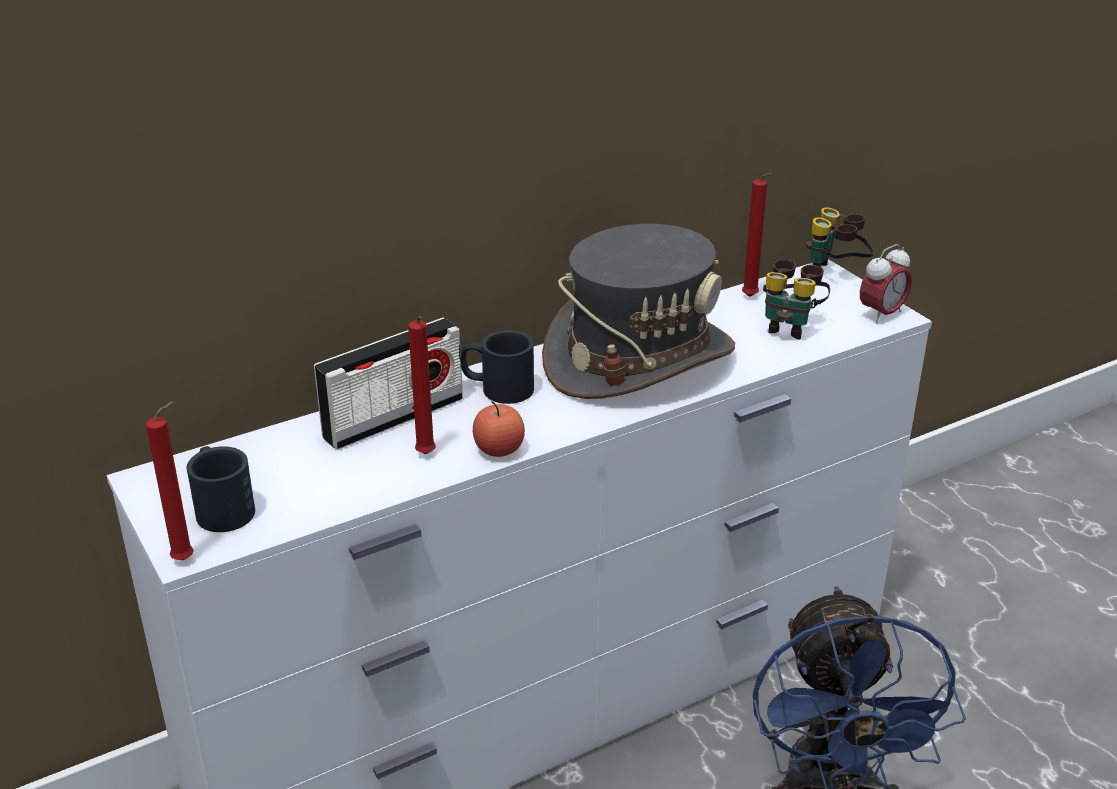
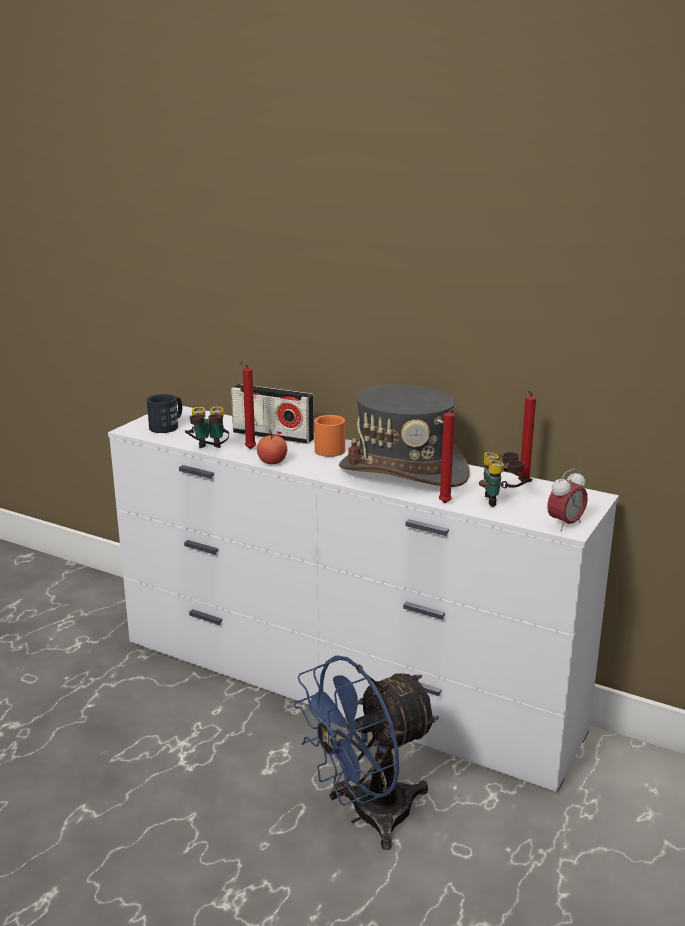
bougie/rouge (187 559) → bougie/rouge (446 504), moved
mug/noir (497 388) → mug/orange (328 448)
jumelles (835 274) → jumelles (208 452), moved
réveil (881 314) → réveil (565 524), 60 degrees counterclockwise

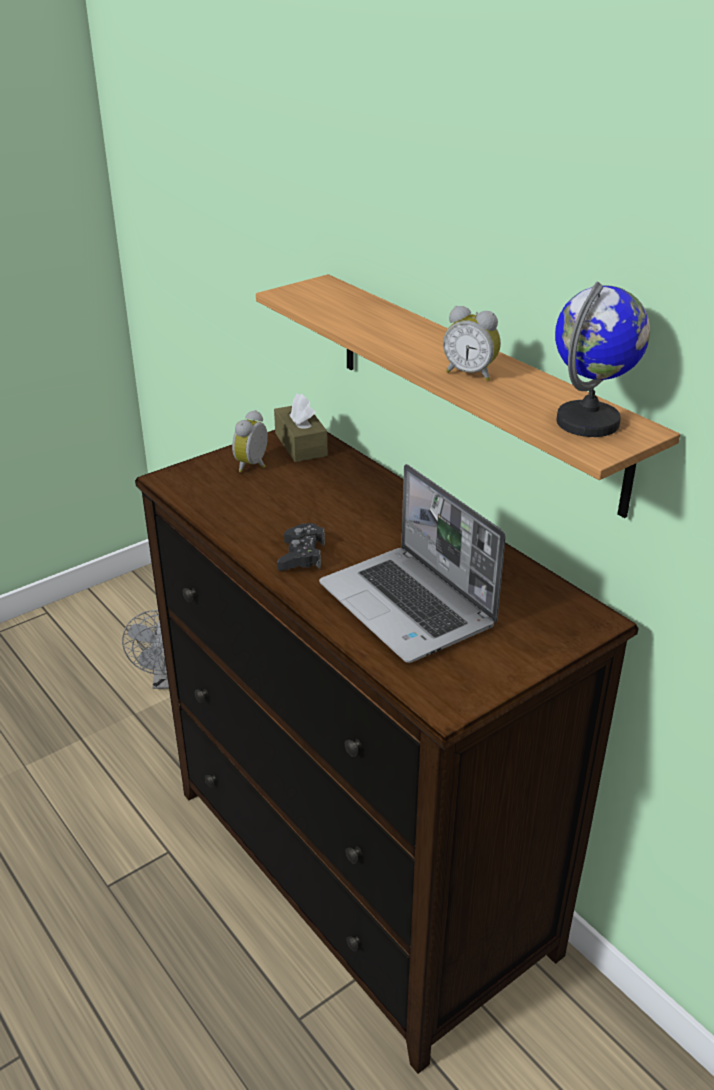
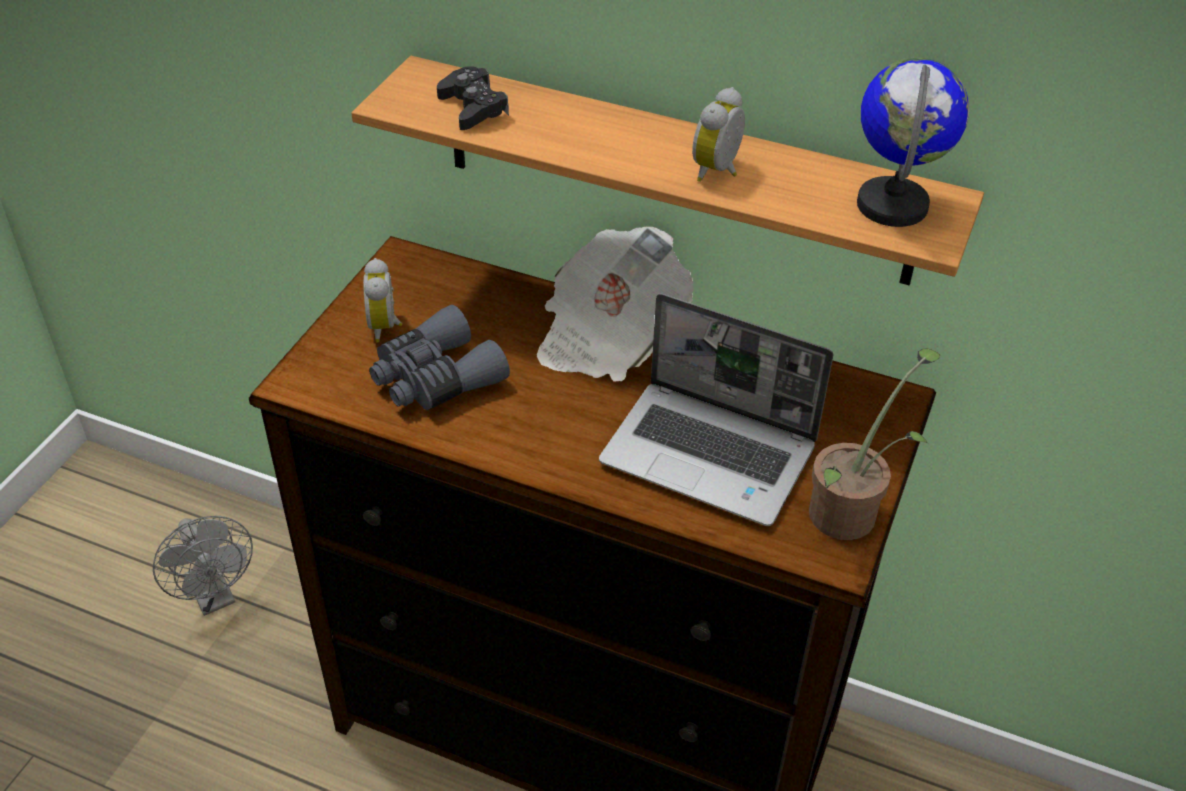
boîte à mouchoirs/marron (301 444) → -
manette/noir (301 555) → manette/noir (473 108), moved
réveil (470 373) → réveil (719 171), 120 degrees clockwise
- → jumelles/gris (435 378)
- → journal (608 336)
- → plante en pot (851 510)

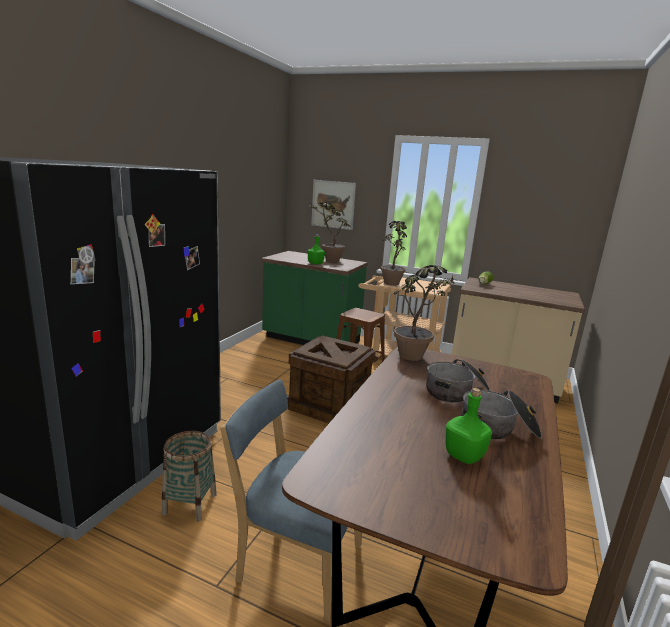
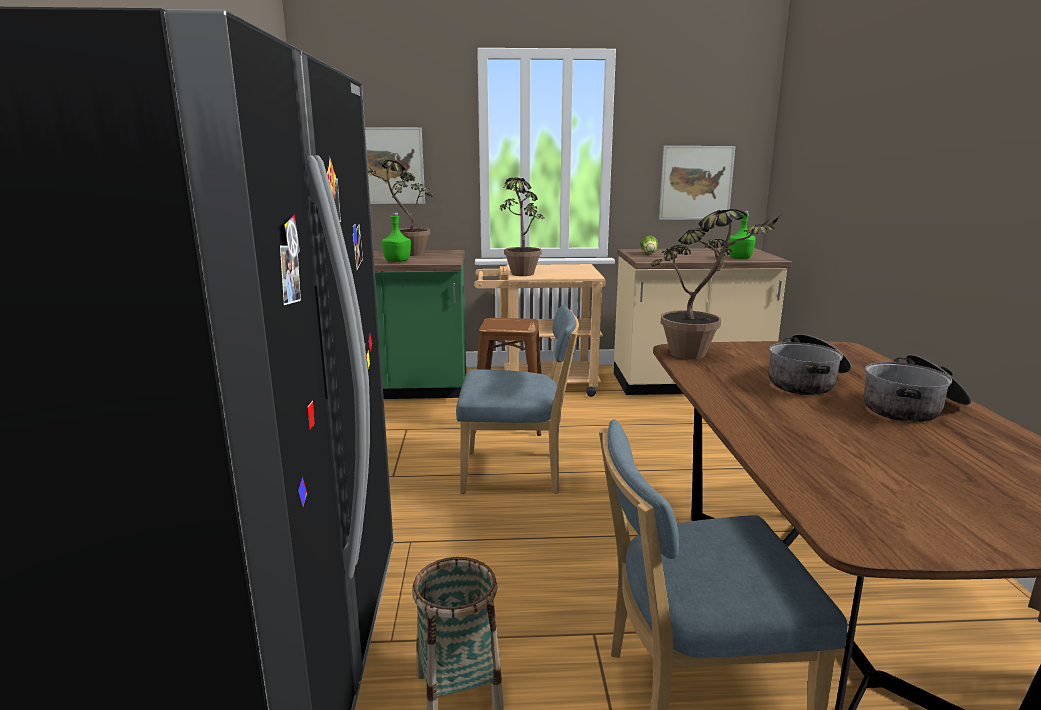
caisse (330 406) → chaise/bleu (517 473)
bouteille/vert (463 456) → bouteille/vert (740 258), moved
- → tableau (696 183)

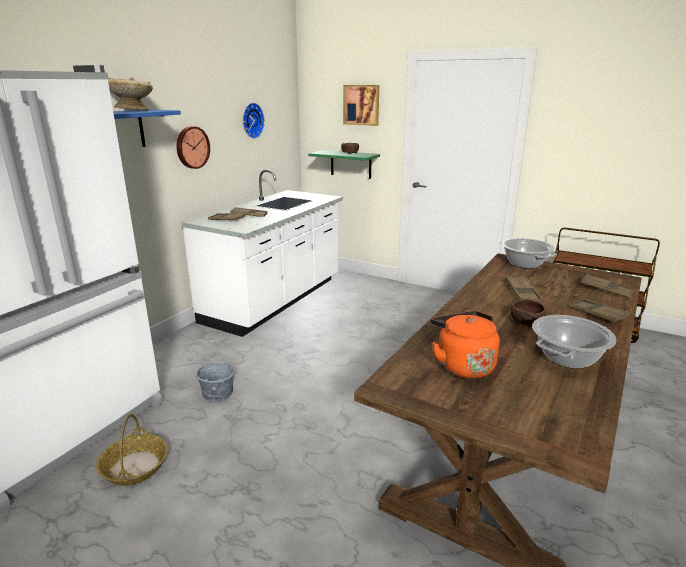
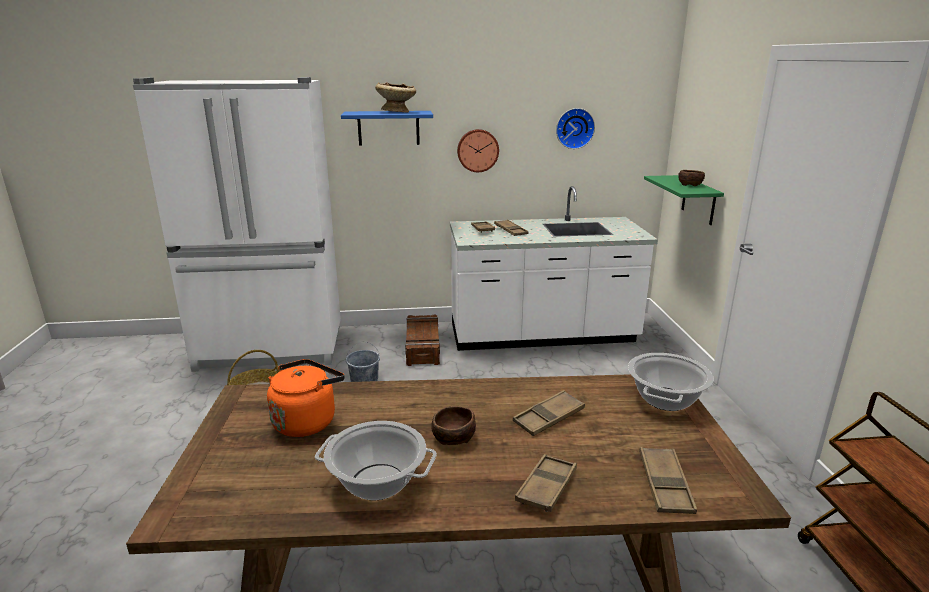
tableau (361 105) → -
- → caisse (423 346)

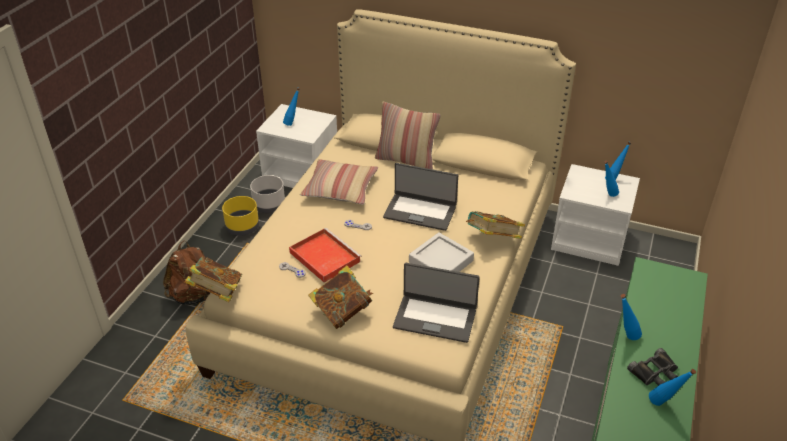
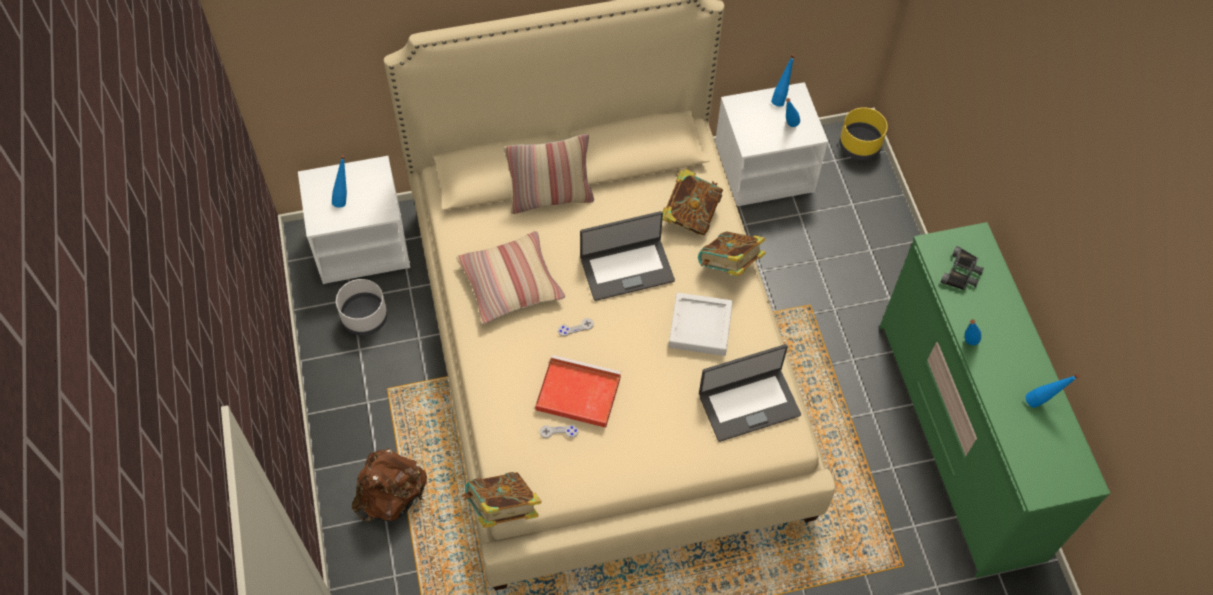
cache-pot/jaune (243 227) → cache-pot/jaune (860 145), moved
livre (342 312) → livre (690 215), moved
jumelles/noir (655 372) → jumelles/noir (962 273), moved

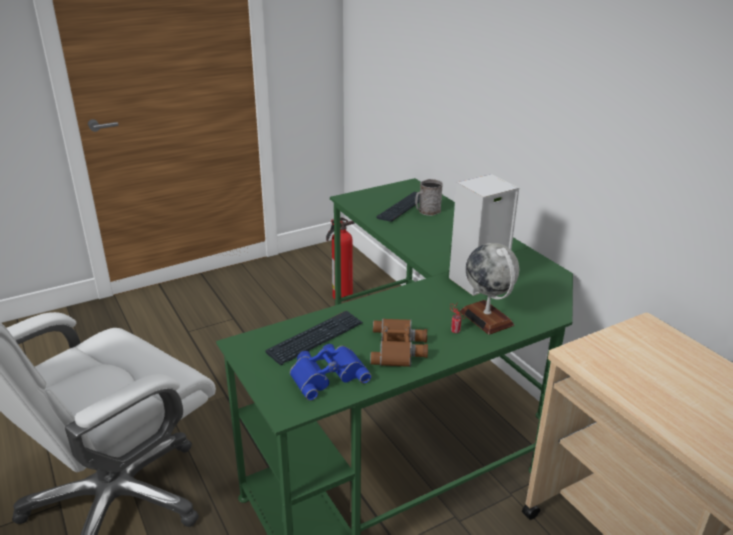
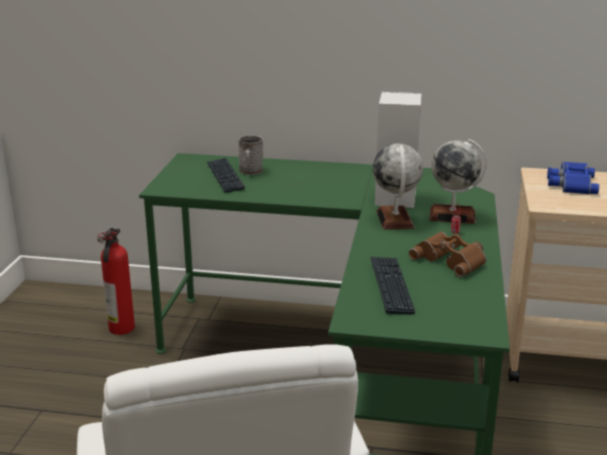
jumelles/bleu (327 374) → jumelles/bleu (570 184), moved
- → globe (395 219)

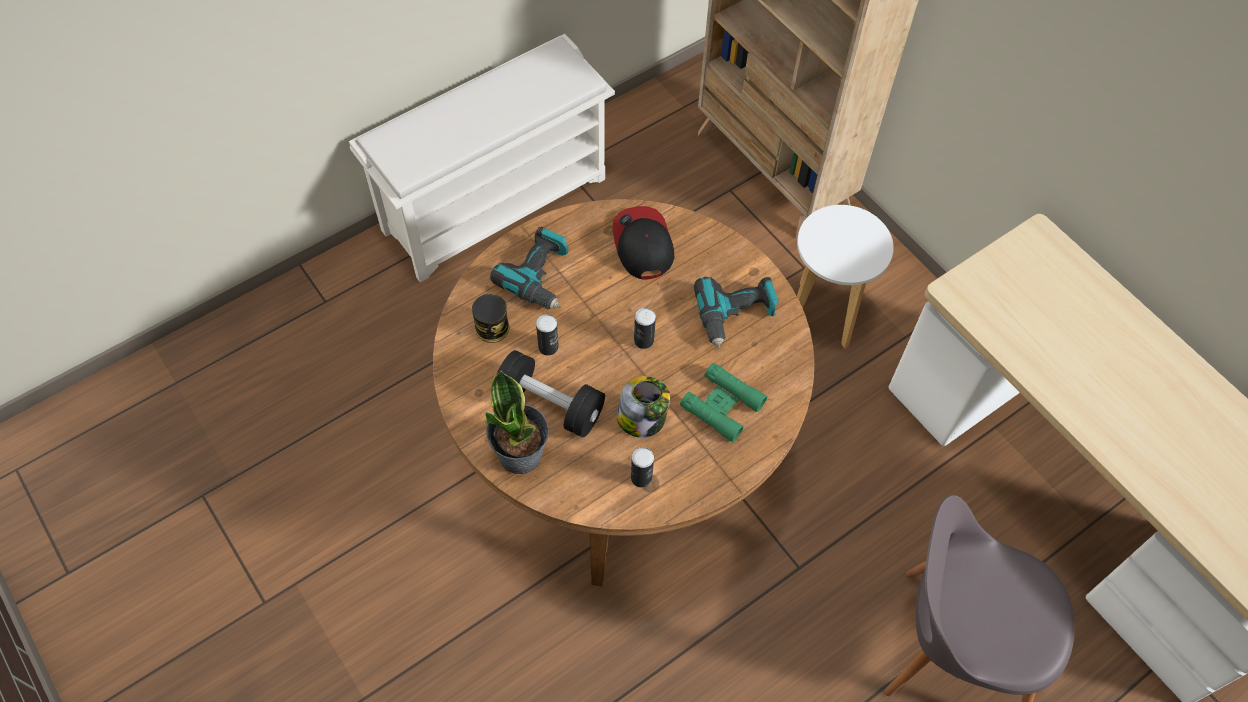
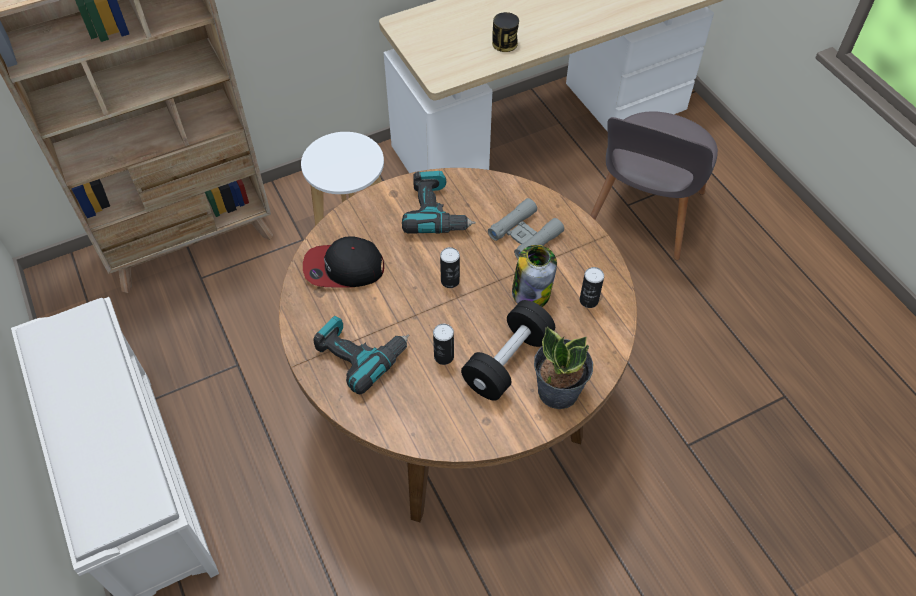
boîte métallique (492 328) → boîte métallique (504 43), moved
jumelles/vert (722 405) → jumelles/gris (525 235)

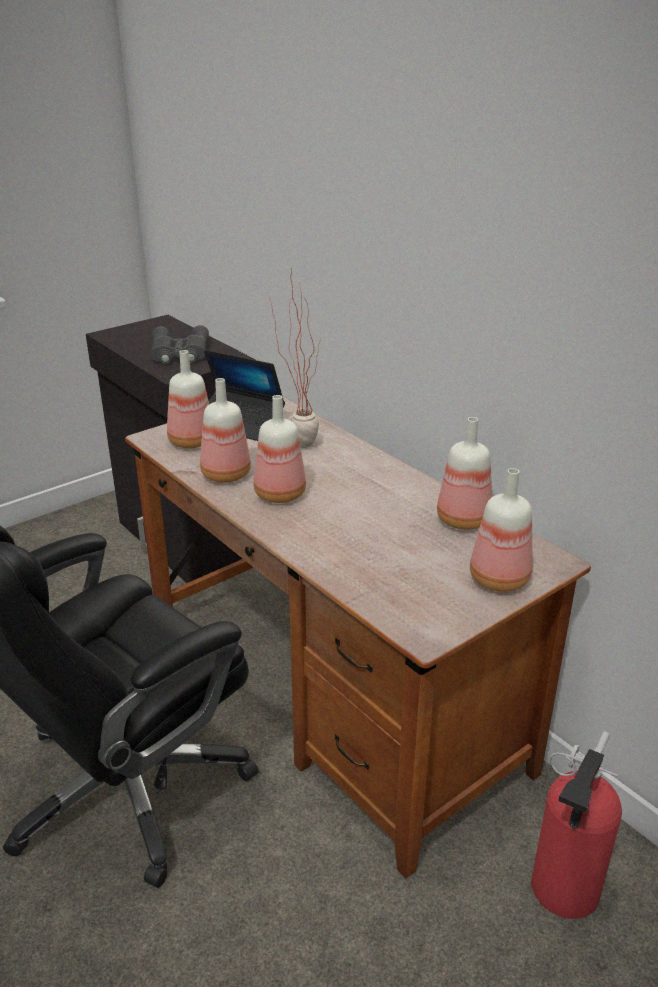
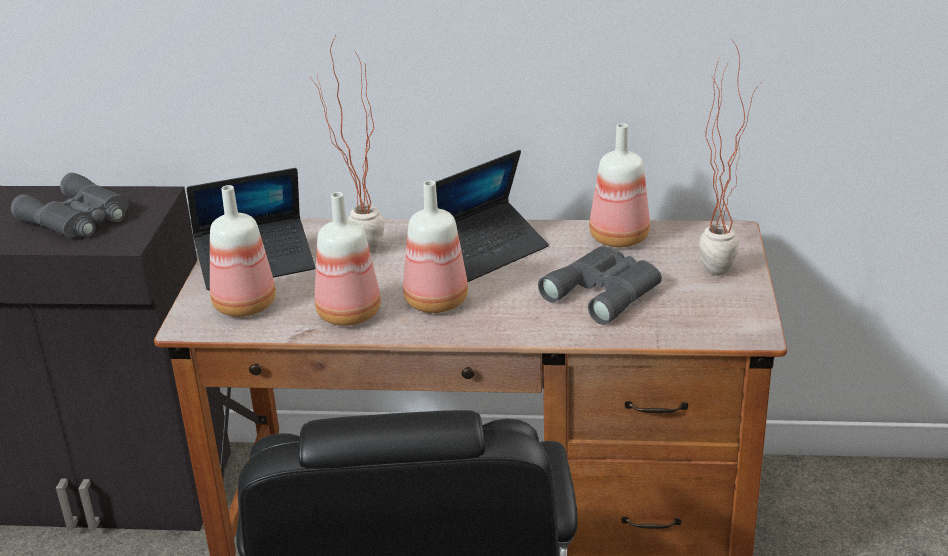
bouteille (497 579) → plante en pot (721 266)
extincteur (562 894) → -
- → ordinateur portable (486 251)
- → jumelles/gris (606 291)

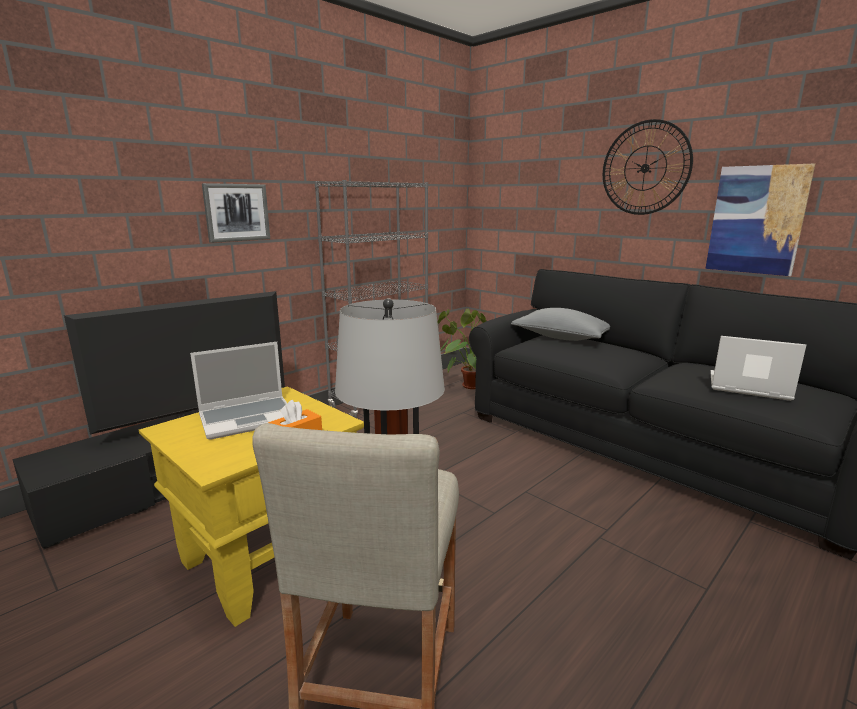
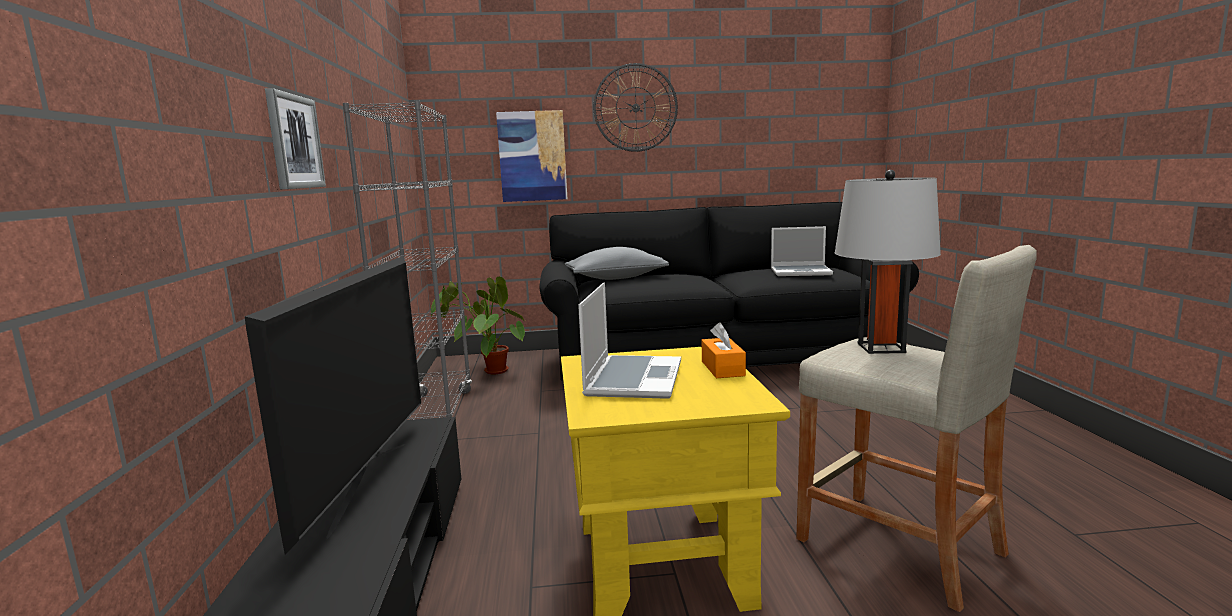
tableau (756 220) → tableau (532 156), moved
ordinateur portable (747 387) → ordinateur portable (801 272), 150 degrees counterclockwise

